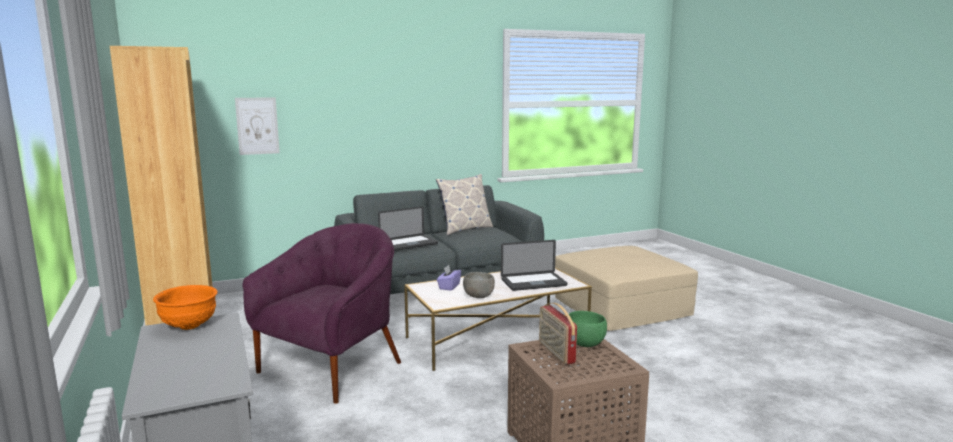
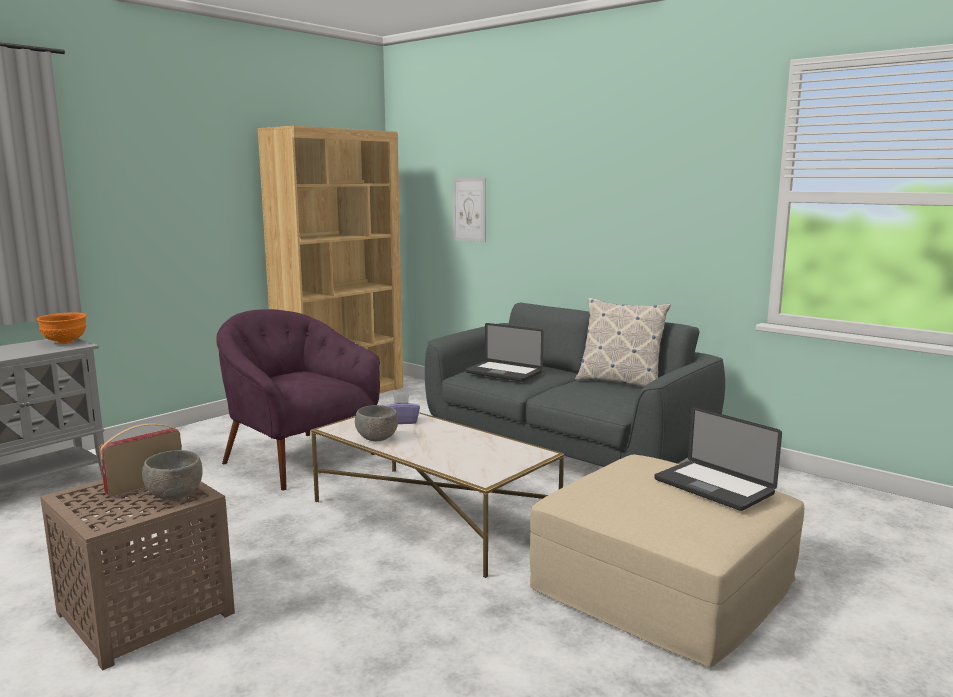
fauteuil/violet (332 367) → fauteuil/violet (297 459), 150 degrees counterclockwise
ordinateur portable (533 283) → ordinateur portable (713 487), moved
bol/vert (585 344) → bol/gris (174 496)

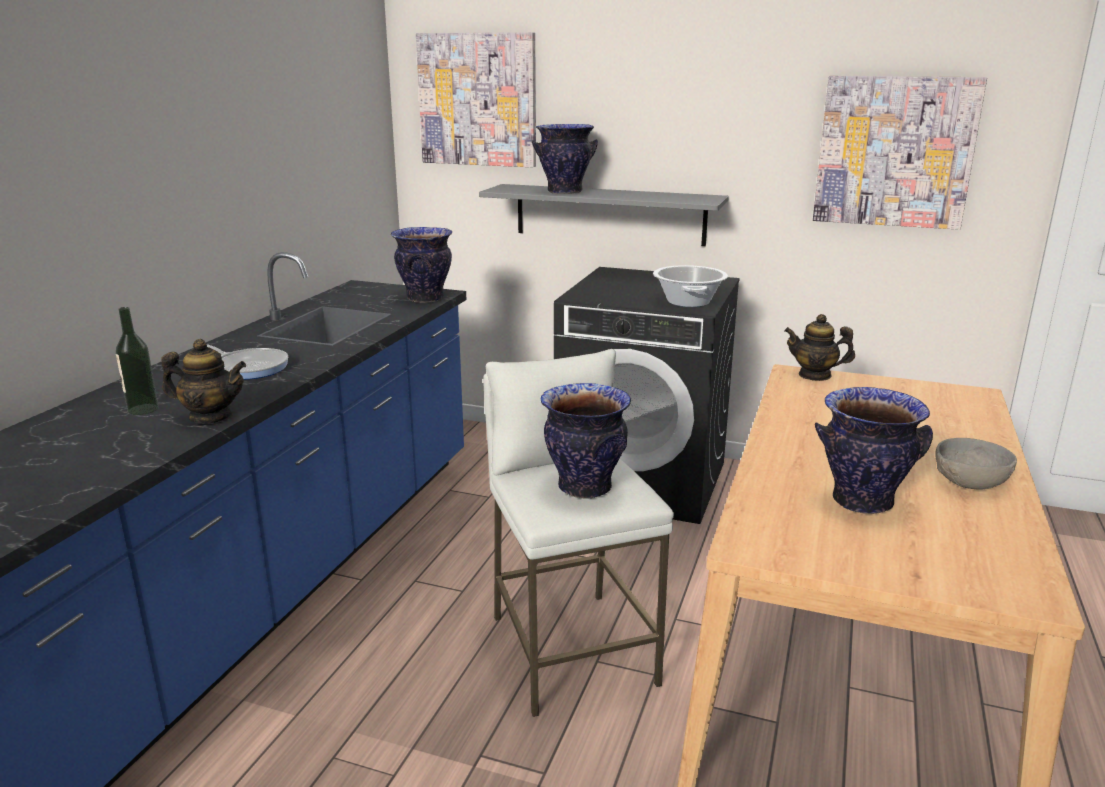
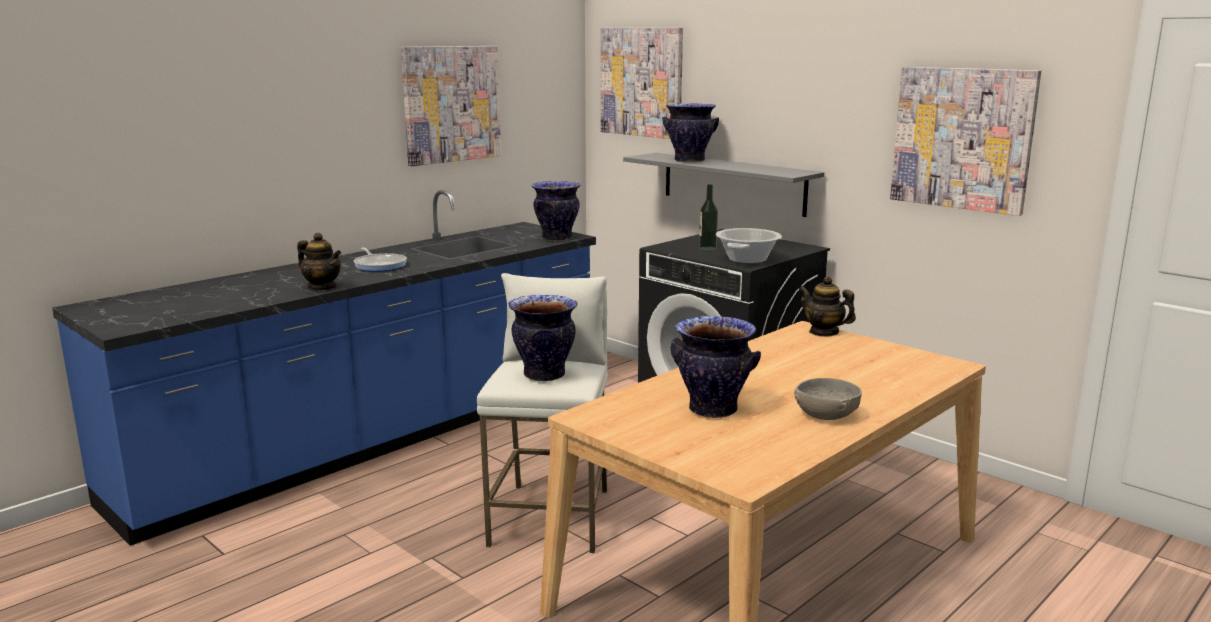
bouteille (143 409) → bouteille (707 248), moved
- → tableau (451 104)

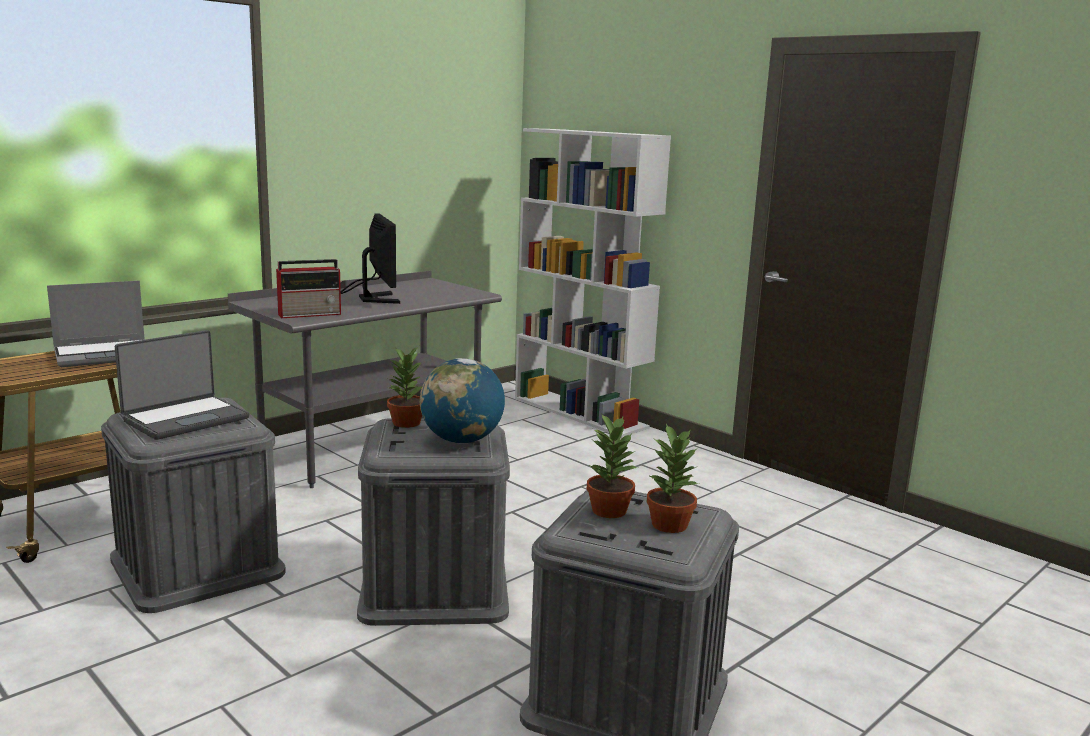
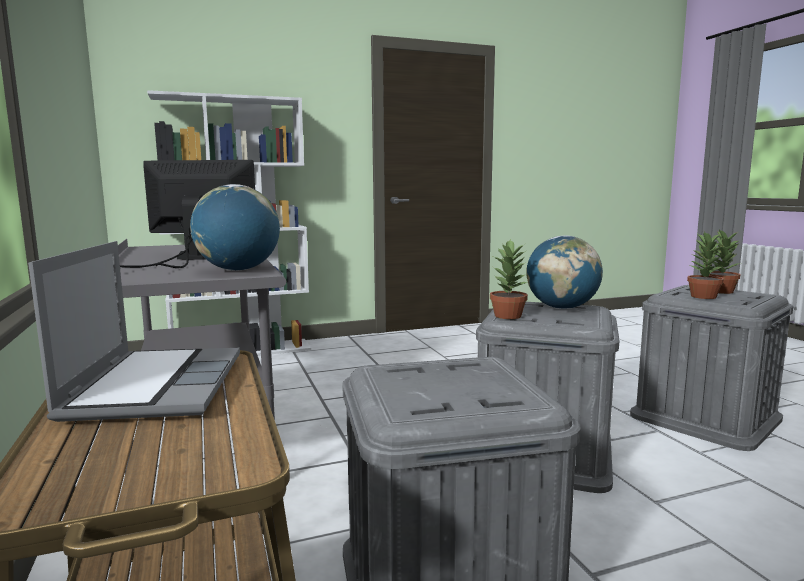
ordinateur portable (185 419) → -
radio (311 314) → globe (238 270)

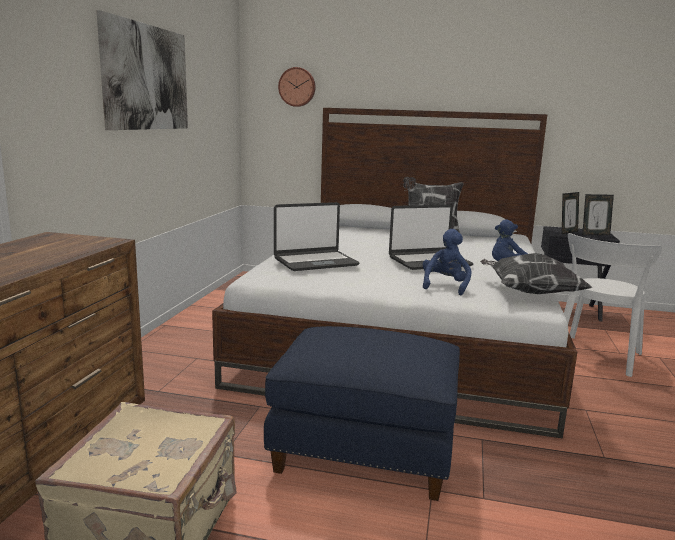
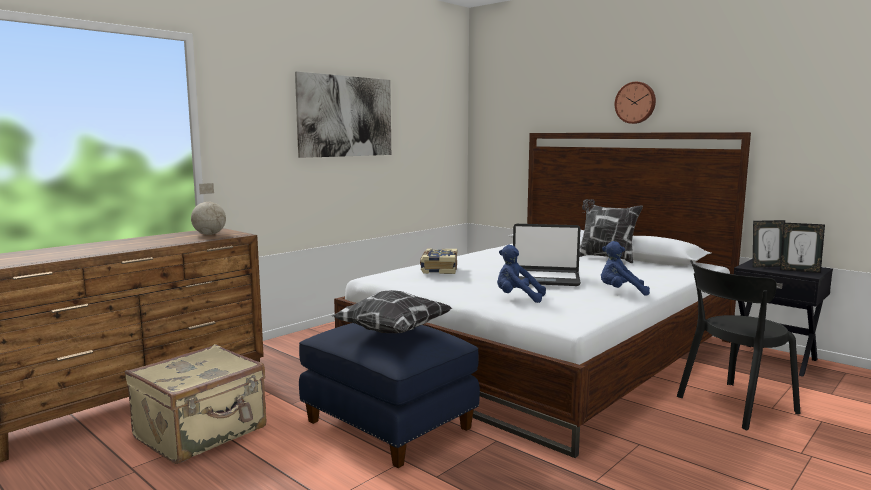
ordinateur portable (315 262) → livre (438 269)
horloge murale (297 87) → horloge murale (635 102), moved
peluche/bleu (445 286) → peluche/bleu (517 298), 120 degrees counterclockwise
coussin (529 292) → coussin (392 331), moved
chaise/blanc (596 357) → chaise/noir (732 406)
- → globe (209 234)

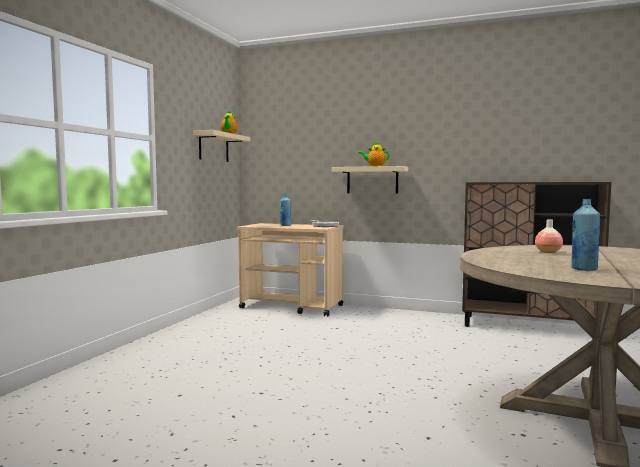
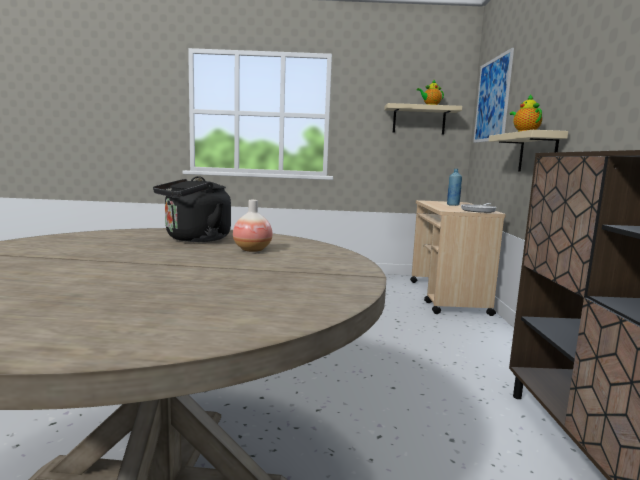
bouteille/bleu (584 269) → -
- → bouilloire/noir (194 239)
- → tableau (492 100)

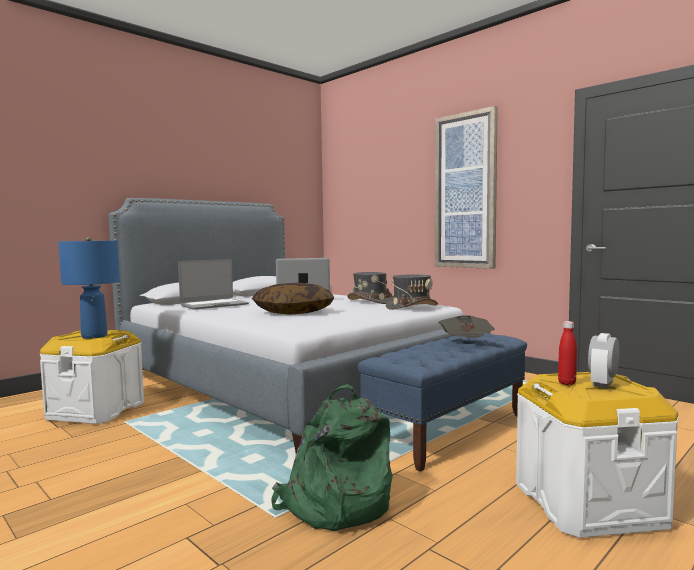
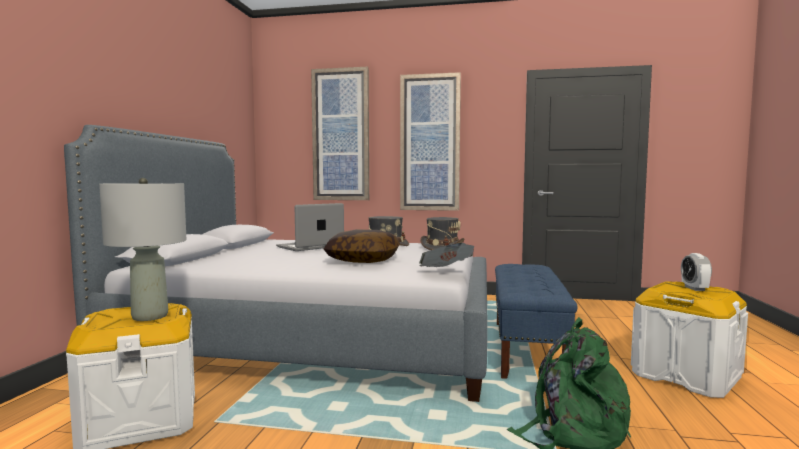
lampe de table/bleu (94 336) → lampe de table/gris (150 316)
ordinateur portable (214 305) → -
journal (466 342) → journal (445 272), moved
bouteille/rouge (566 383) → -
- → tableau (341 135)

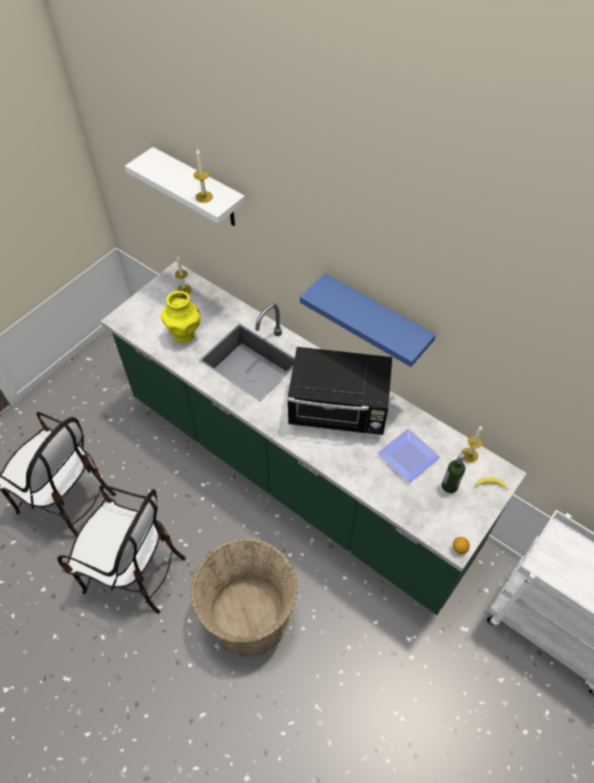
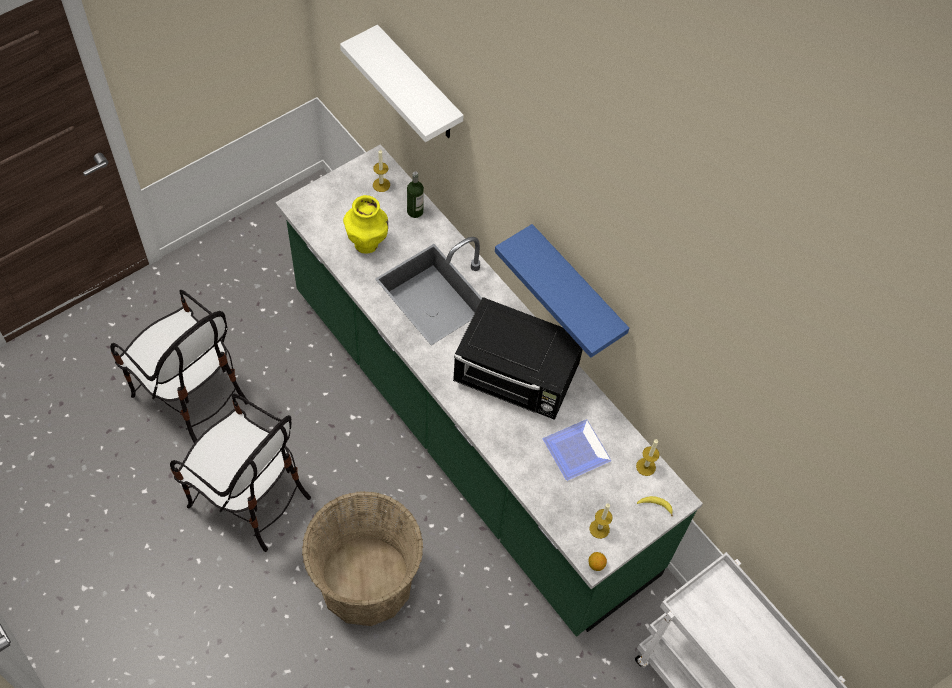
bougie (204 197) → bougie (599 529), moved
bouteille (449 486) → bouteille (415 211), moved

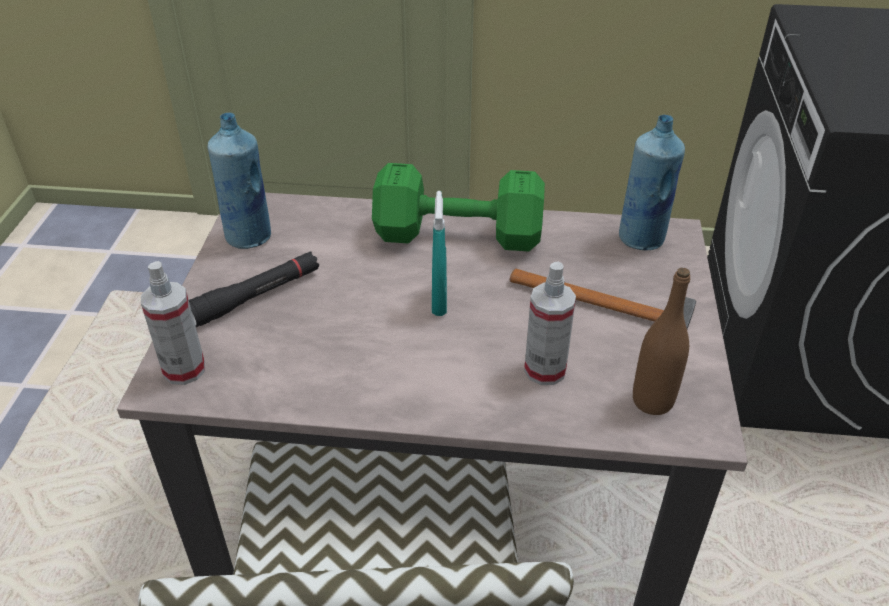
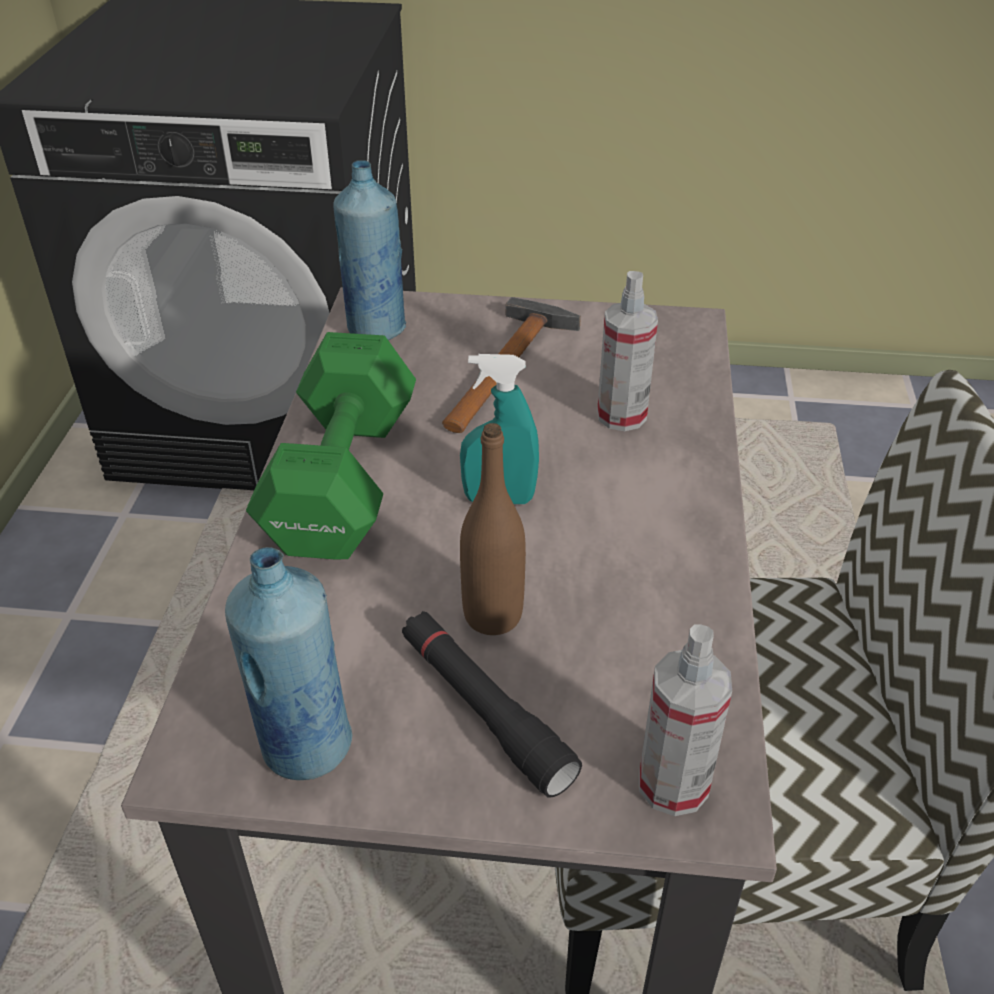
bouteille/marron (652 401) → bouteille/marron (492 615), moved

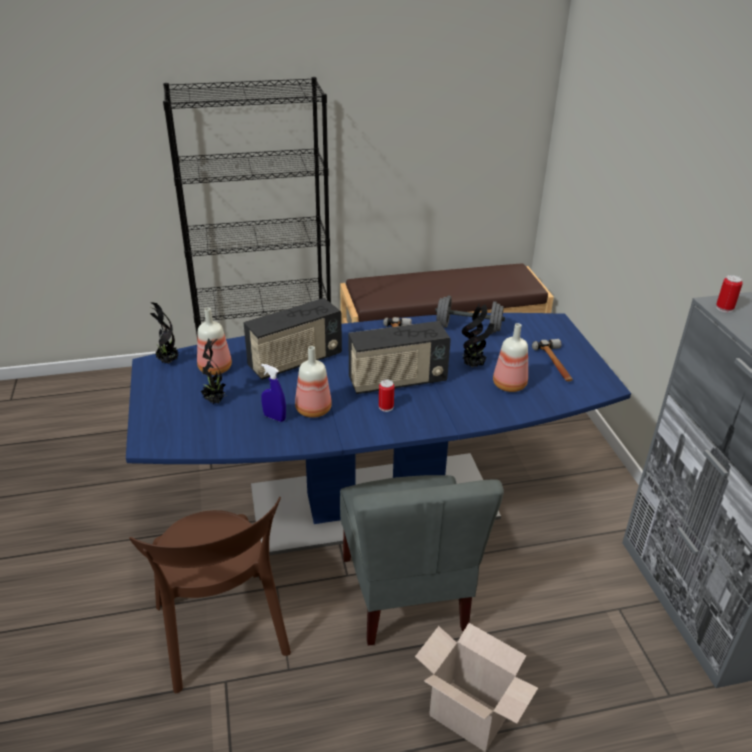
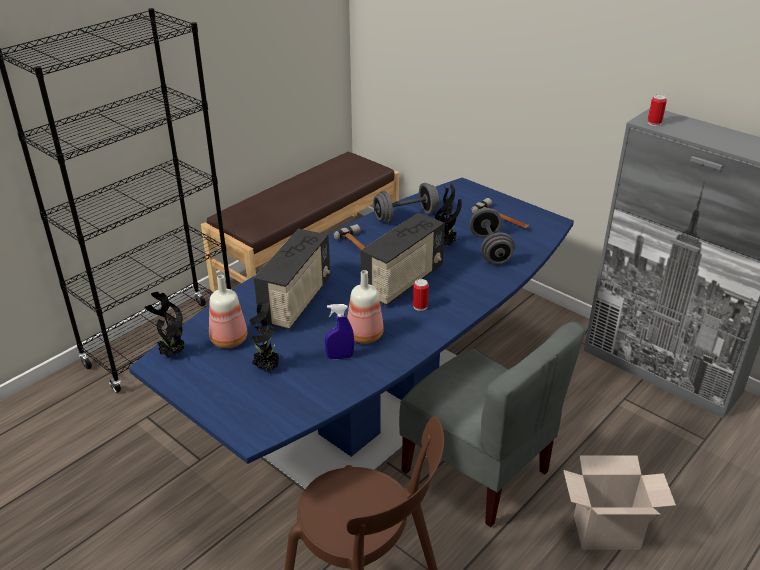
bouteille (510 386) → haltère/gris (490 249)

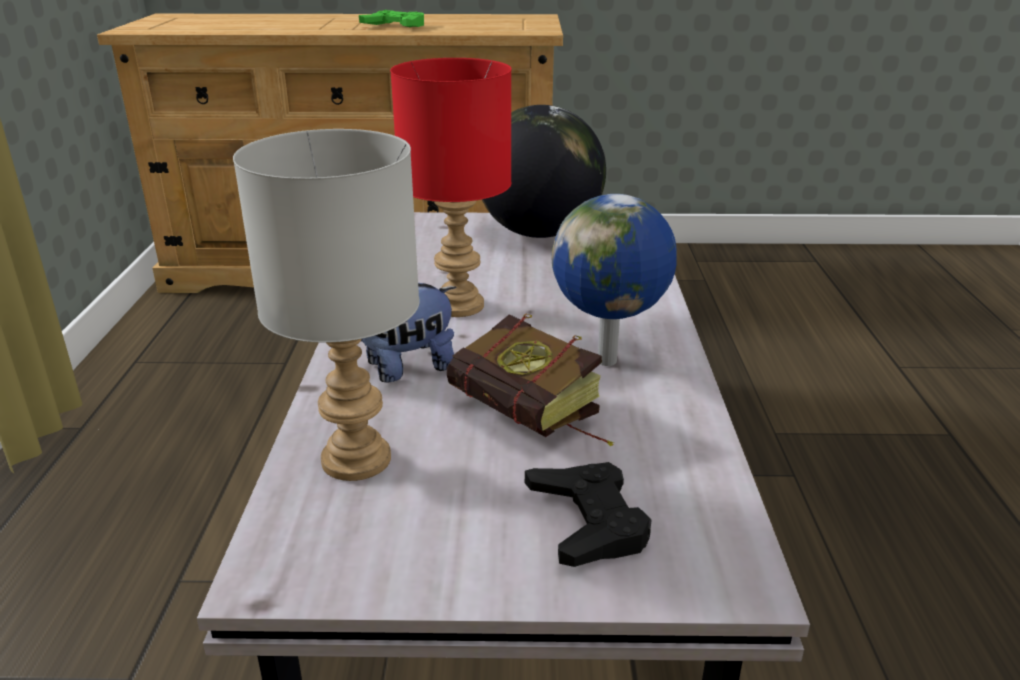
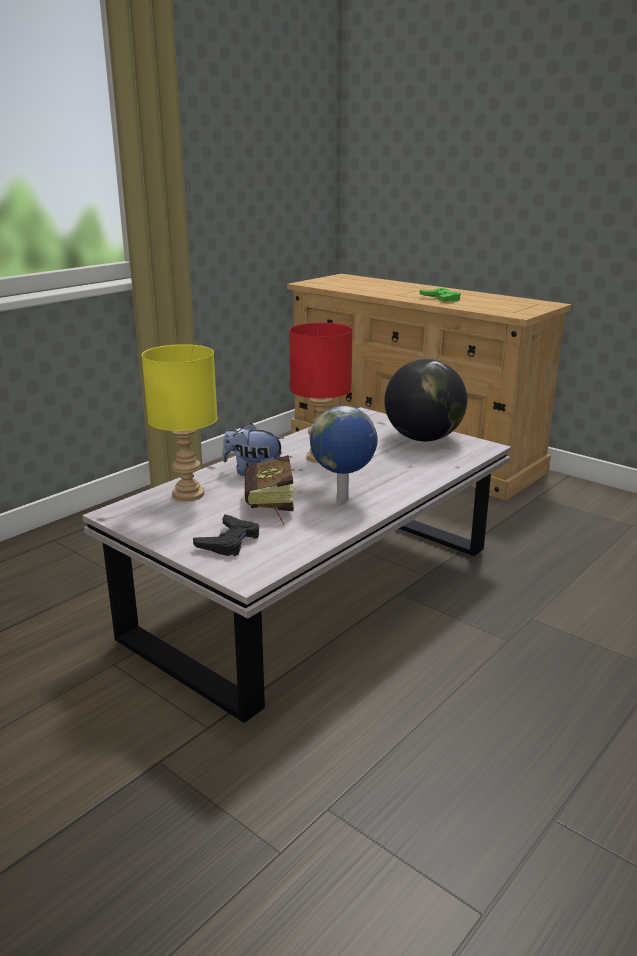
lampe de table/gris (353 459) → lampe de table/jaune (187 494)

